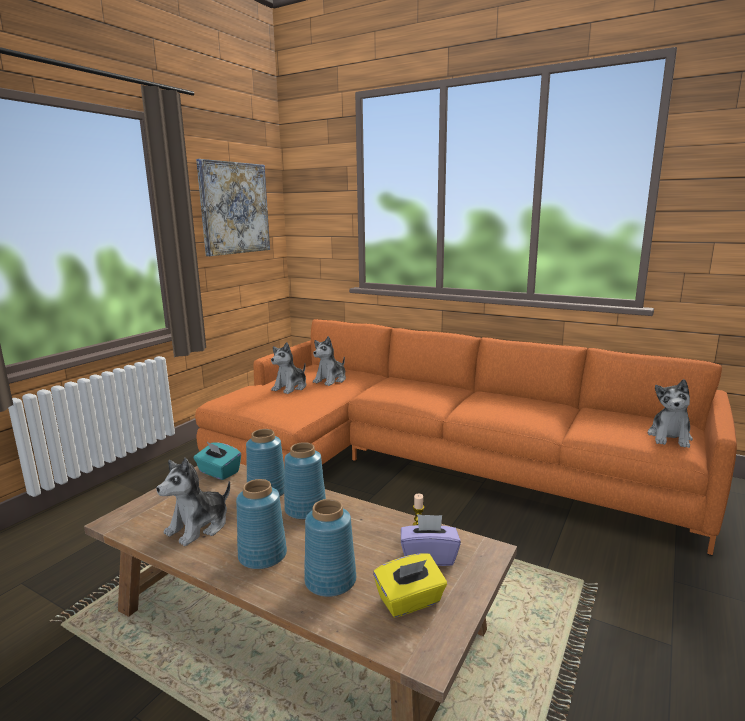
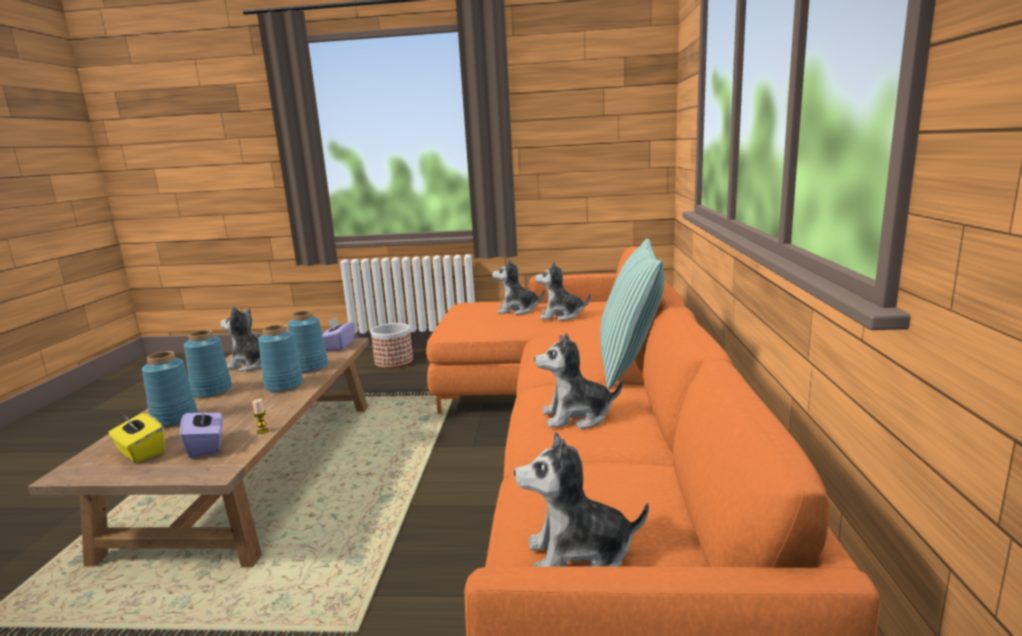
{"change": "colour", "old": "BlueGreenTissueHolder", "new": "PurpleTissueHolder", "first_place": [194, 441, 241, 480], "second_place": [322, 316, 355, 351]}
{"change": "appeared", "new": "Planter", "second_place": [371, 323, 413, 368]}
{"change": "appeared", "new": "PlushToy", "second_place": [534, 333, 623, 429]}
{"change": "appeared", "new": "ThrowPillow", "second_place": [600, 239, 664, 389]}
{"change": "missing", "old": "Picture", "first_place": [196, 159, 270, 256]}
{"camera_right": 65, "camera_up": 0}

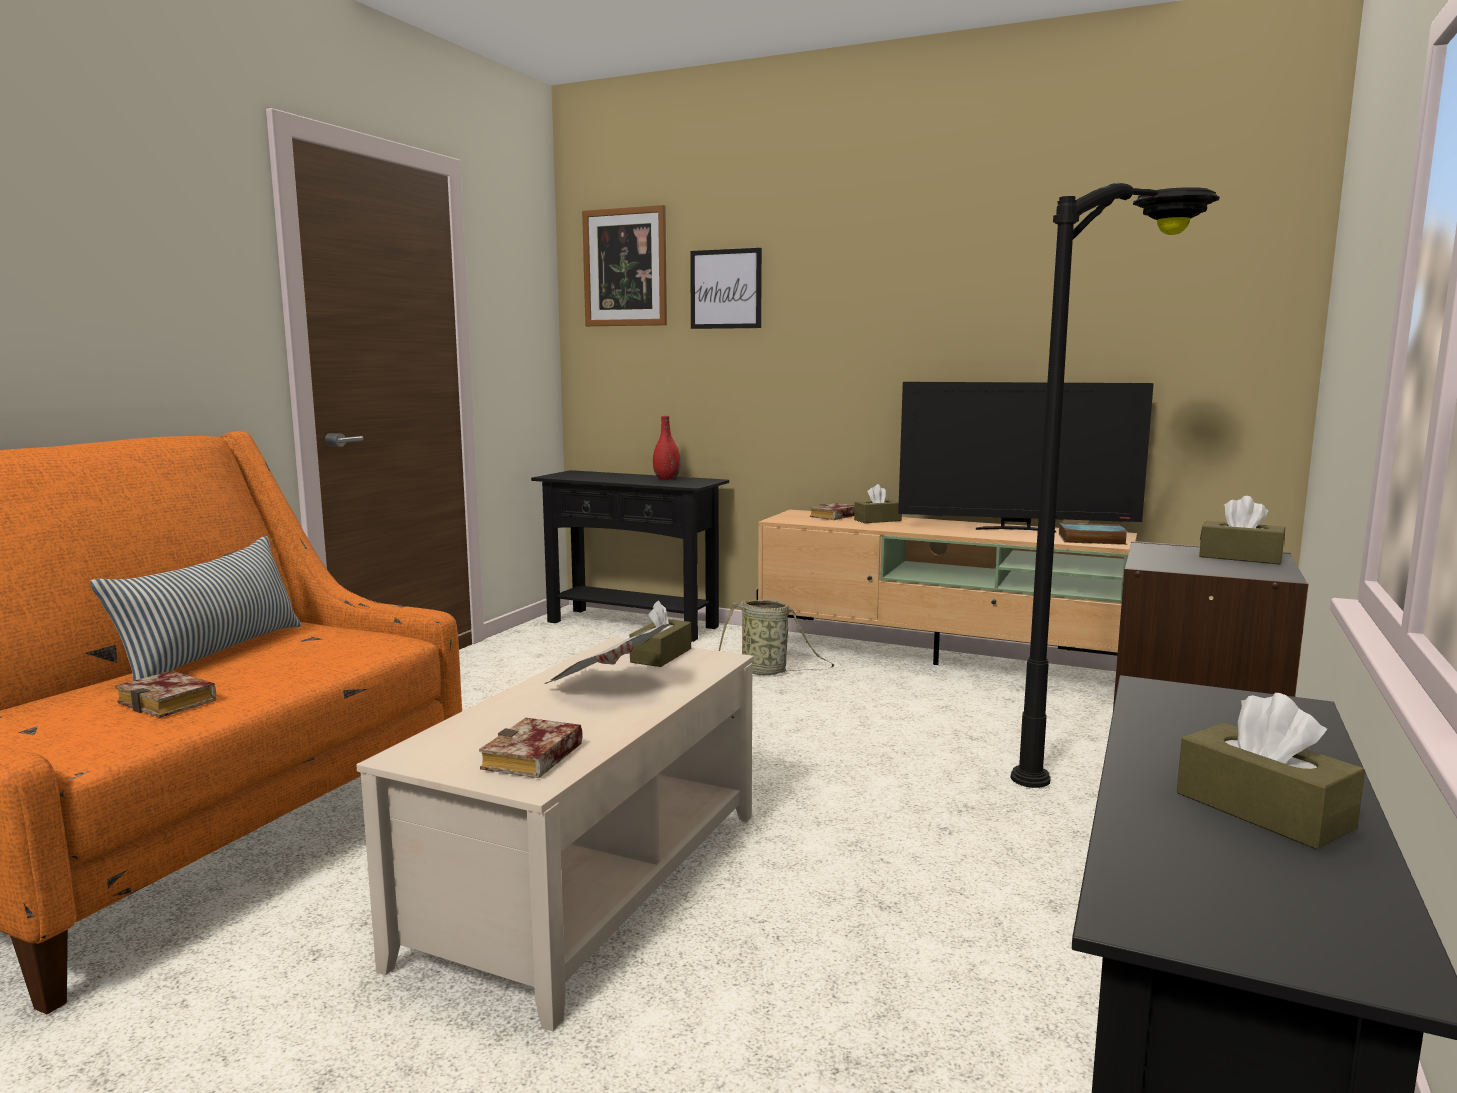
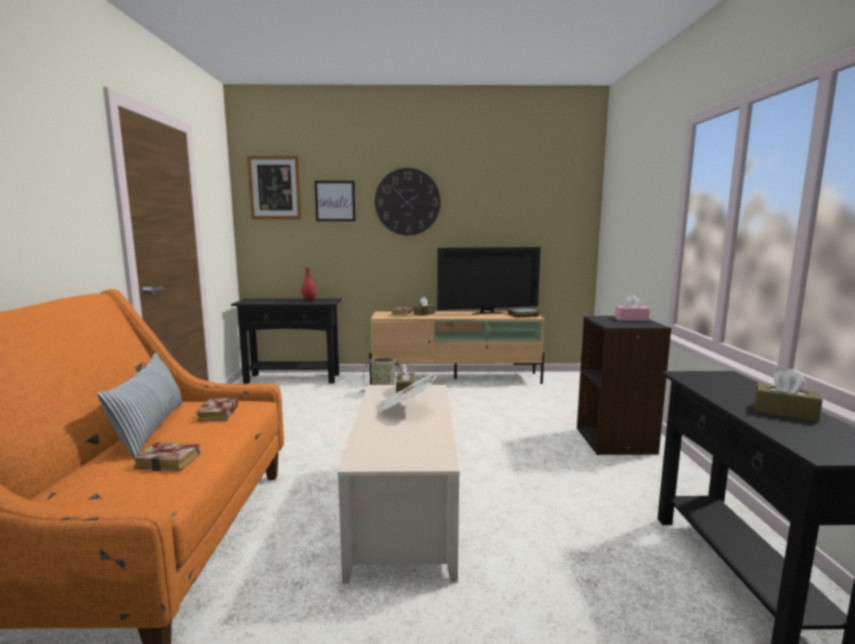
{"change": "relocated", "old": "BoundBook", "first_place": [479, 718, 583, 778], "second_place": [197, 398, 238, 421]}
{"change": "appeared", "new": "ClockOnTheWall", "second_place": [375, 168, 441, 236]}
{"change": "colour", "old": "BrownTissueHolder", "new": "PinkTissueHolder", "first_place": [1199, 496, 1285, 564], "second_place": [615, 295, 650, 321]}
{"change": "missing", "old": "BlackishStandingLamp", "first_place": [1011, 183, 1220, 788]}
{"camera_right": -25, "camera_up": 0}

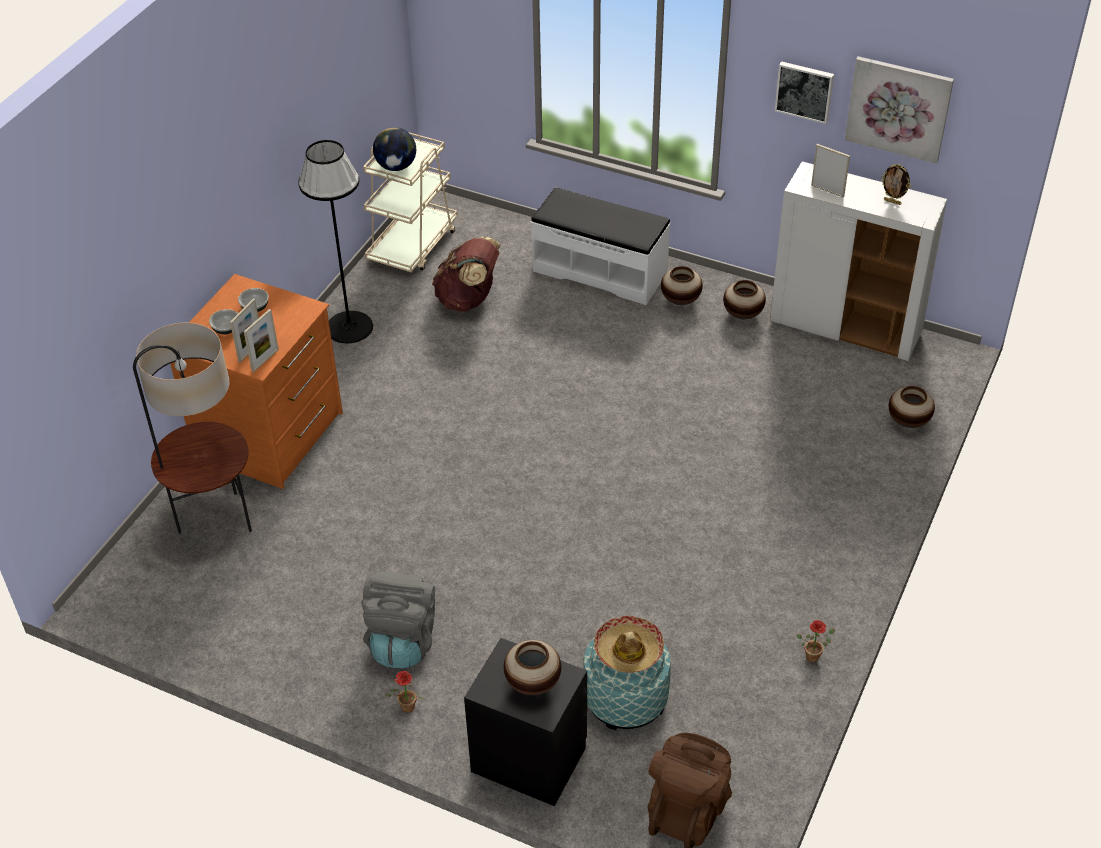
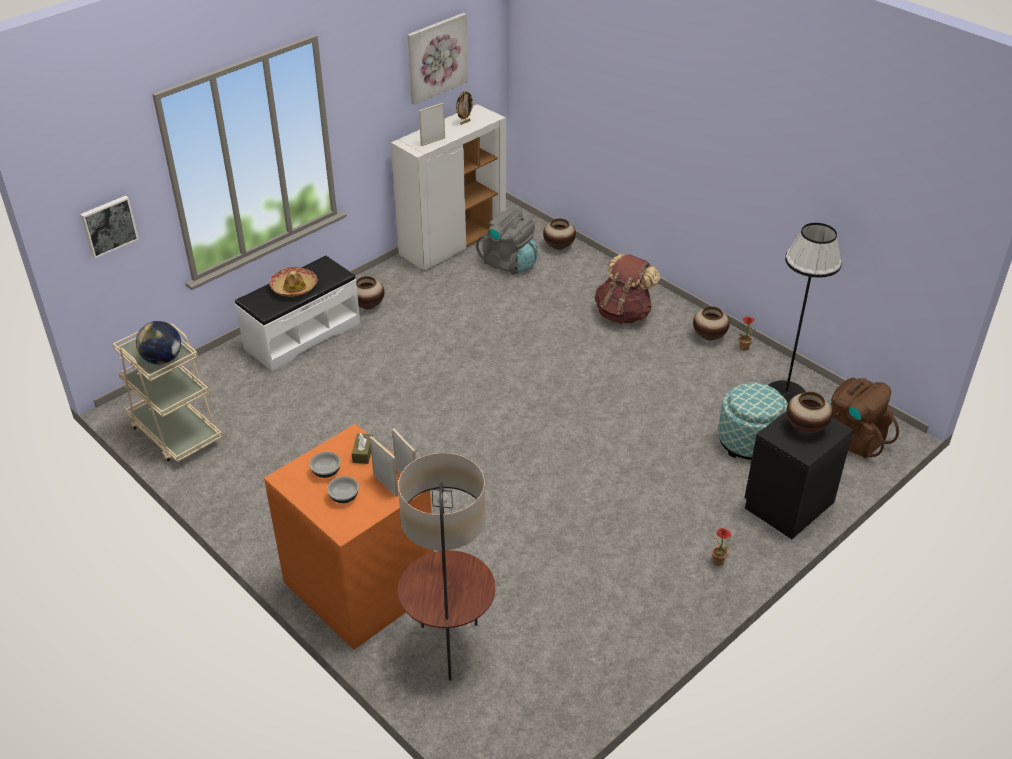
{"change": "relocated", "old": "Picture", "first_place": [774, 61, 834, 124], "second_place": [80, 196, 139, 258]}
{"change": "relocated", "old": "Hat", "first_place": [594, 616, 664, 673], "second_place": [269, 267, 318, 297]}
{"change": "appeared", "new": "BrownTissueHolder", "second_place": [352, 433, 373, 464]}
{"change": "relocated", "old": "GreyishRucksack", "first_place": [361, 572, 435, 669], "second_place": [476, 208, 537, 274]}
{"change": "relocated", "old": "BrownRucksack", "first_place": [432, 236, 501, 312], "second_place": [595, 254, 660, 324]}
{"change": "relocated", "old": "Vase", "first_place": [723, 280, 766, 320], "second_place": [693, 307, 730, 341]}
{"change": "relocated", "old": "BlackishStandingLamp", "first_place": [298, 140, 373, 343], "second_place": [768, 223, 842, 403]}
{"camera_right": -70, "camera_up": -5}

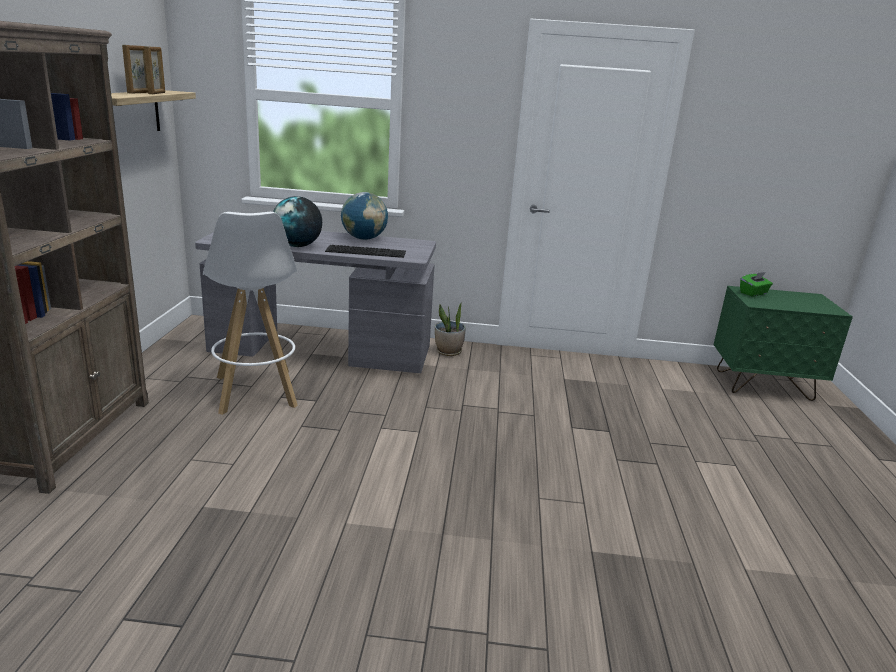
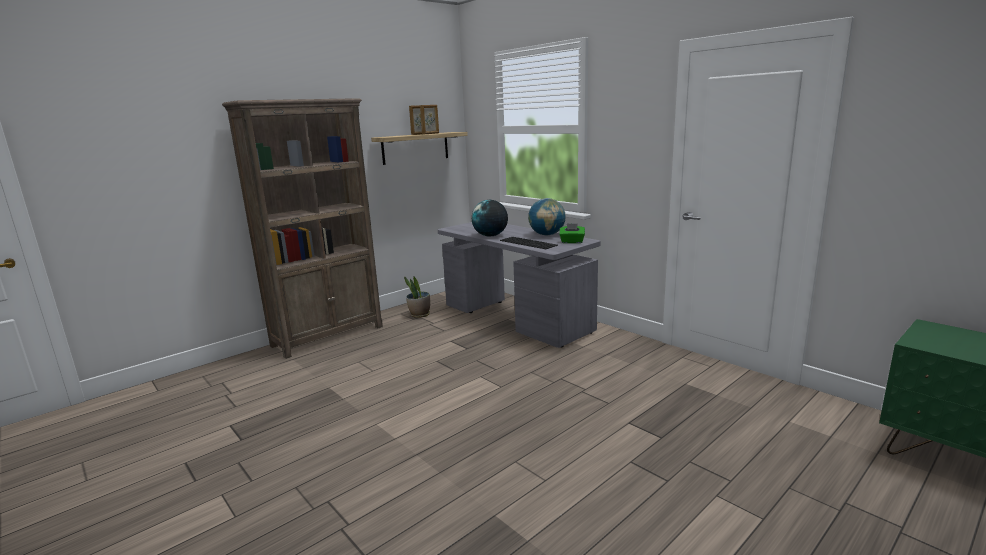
{"change": "relocated", "old": "Houseplant", "first_place": [435, 302, 466, 356], "second_place": [404, 276, 430, 318]}
{"change": "relocated", "old": "GreenTissueHolder", "first_place": [740, 272, 773, 297], "second_place": [559, 223, 585, 243]}
{"change": "missing", "old": "WhiteColouredSittingStool", "first_place": [203, 212, 298, 415]}
{"camera_right": 45, "camera_up": -5}

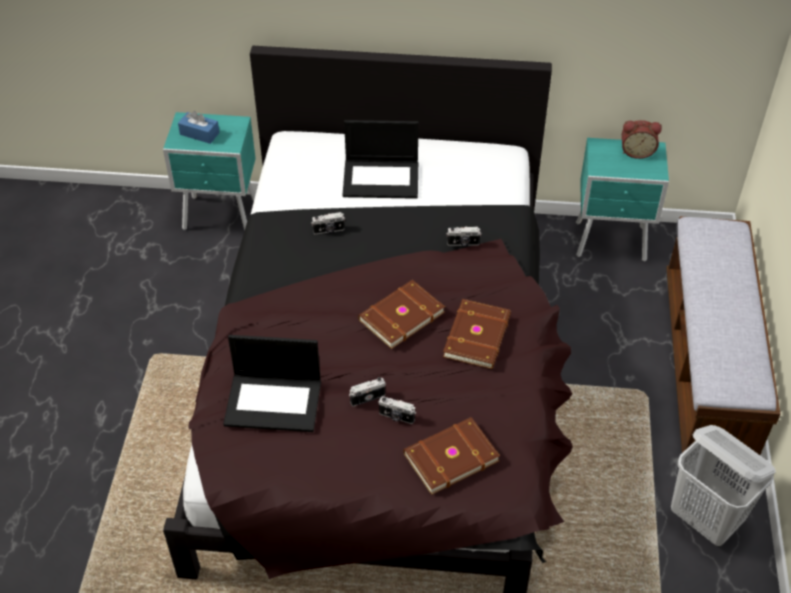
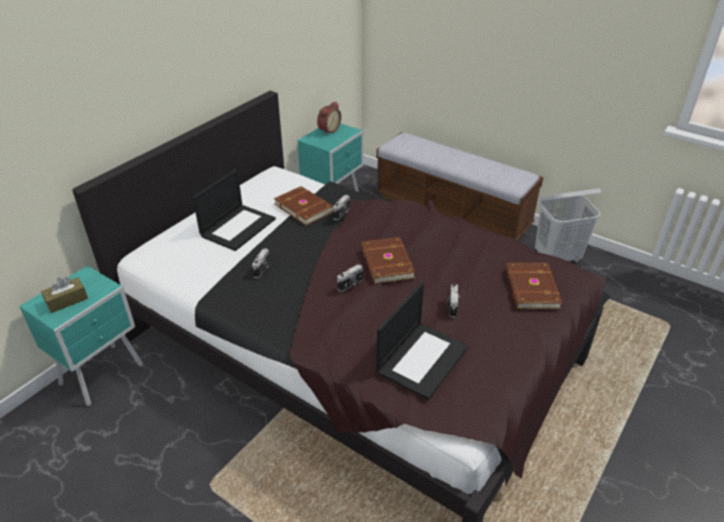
{"change": "colour", "old": "BlueColouredTissueHolder", "new": "BrownTissueHolder", "first_place": [178, 111, 220, 144], "second_place": [41, 277, 88, 313]}
{"change": "relocated", "old": "BrownBoundBook", "first_place": [443, 299, 511, 369], "second_place": [274, 186, 333, 226]}
{"change": "relocated", "old": "PhotoCamera", "first_place": [378, 396, 416, 424], "second_place": [337, 264, 363, 292]}
{"camera_right": -60, "camera_up": -10}

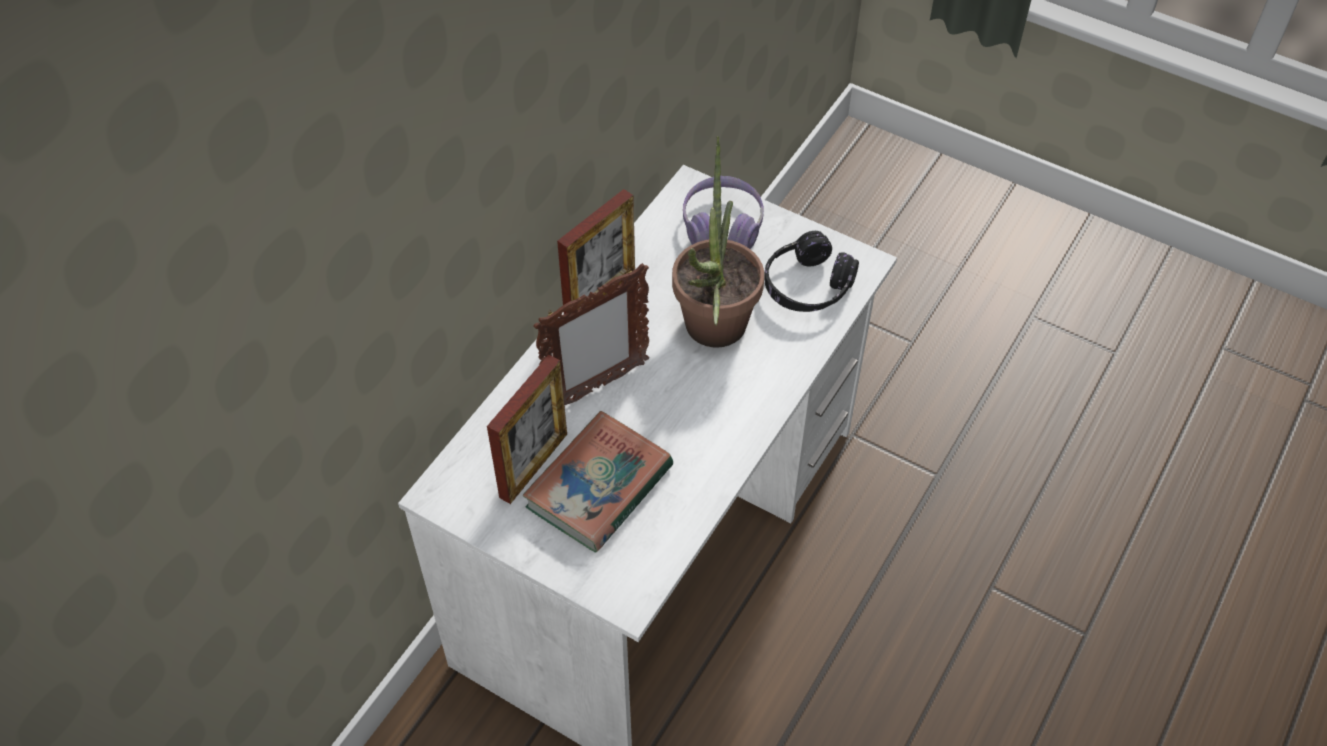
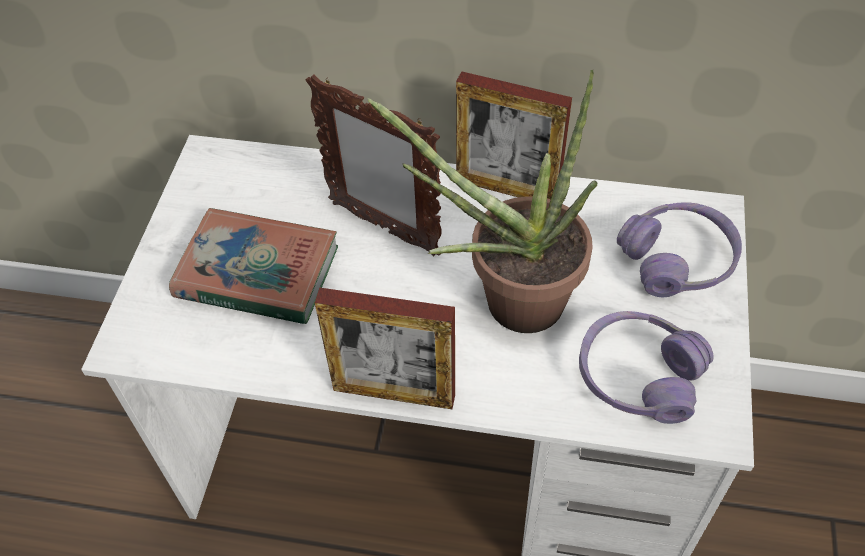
{"change": "relocated", "old": "PhotoFrame", "first_place": [487, 355, 567, 504], "second_place": [315, 287, 455, 409]}
{"change": "colour", "old": "BlackishHeadphones", "new": "PurpleHeadphones", "first_place": [764, 231, 859, 312], "second_place": [579, 311, 713, 424]}
{"camera_right": 70, "camera_up": 0}

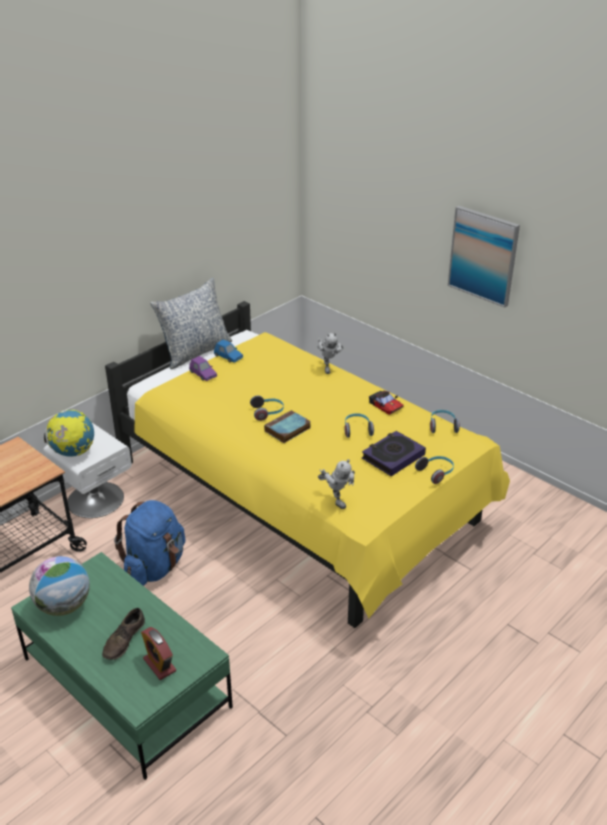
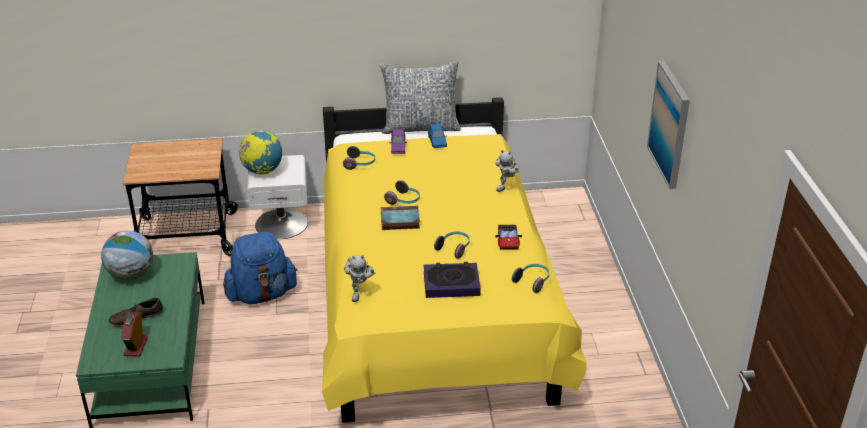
{"change": "relocated", "old": "Headphones", "first_place": [415, 456, 454, 484], "second_place": [343, 146, 375, 170]}
{"camera_right": 40, "camera_up": 0}

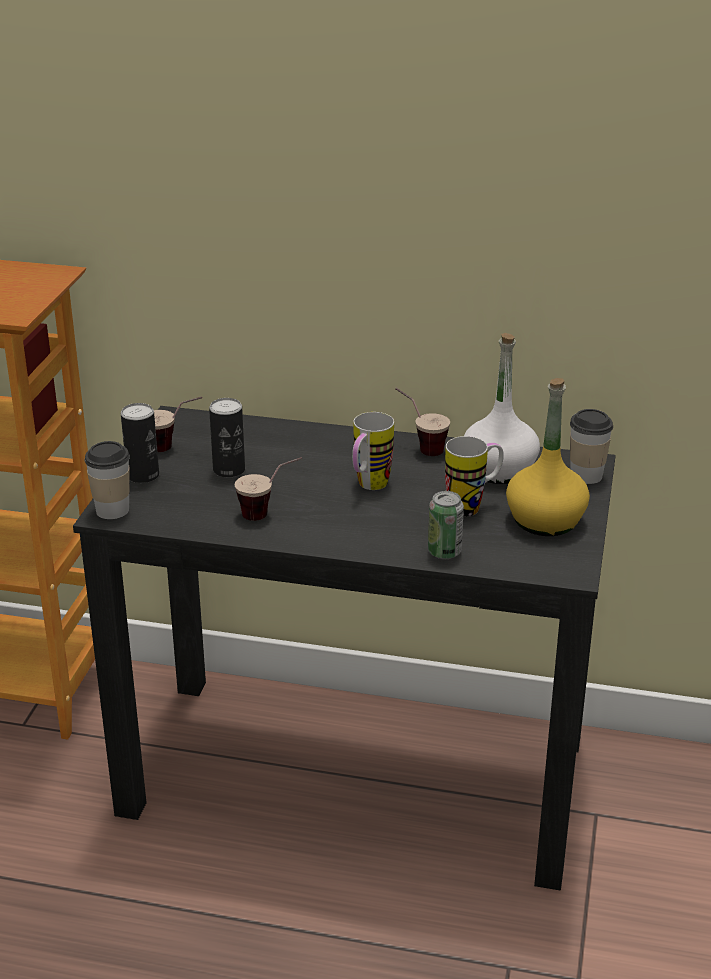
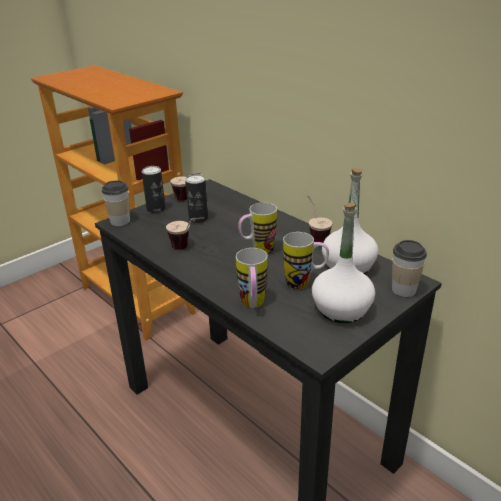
{"change": "exchanged", "old": "Can", "new": "Mug", "first_place": [428, 491, 464, 559], "second_place": [236, 248, 268, 308]}
{"change": "colour", "old": "YellowBottle", "new": "WhiteColouredBottle", "first_place": [506, 378, 590, 536], "second_place": [312, 203, 375, 323]}
{"camera_right": 35, "camera_up": 0}

